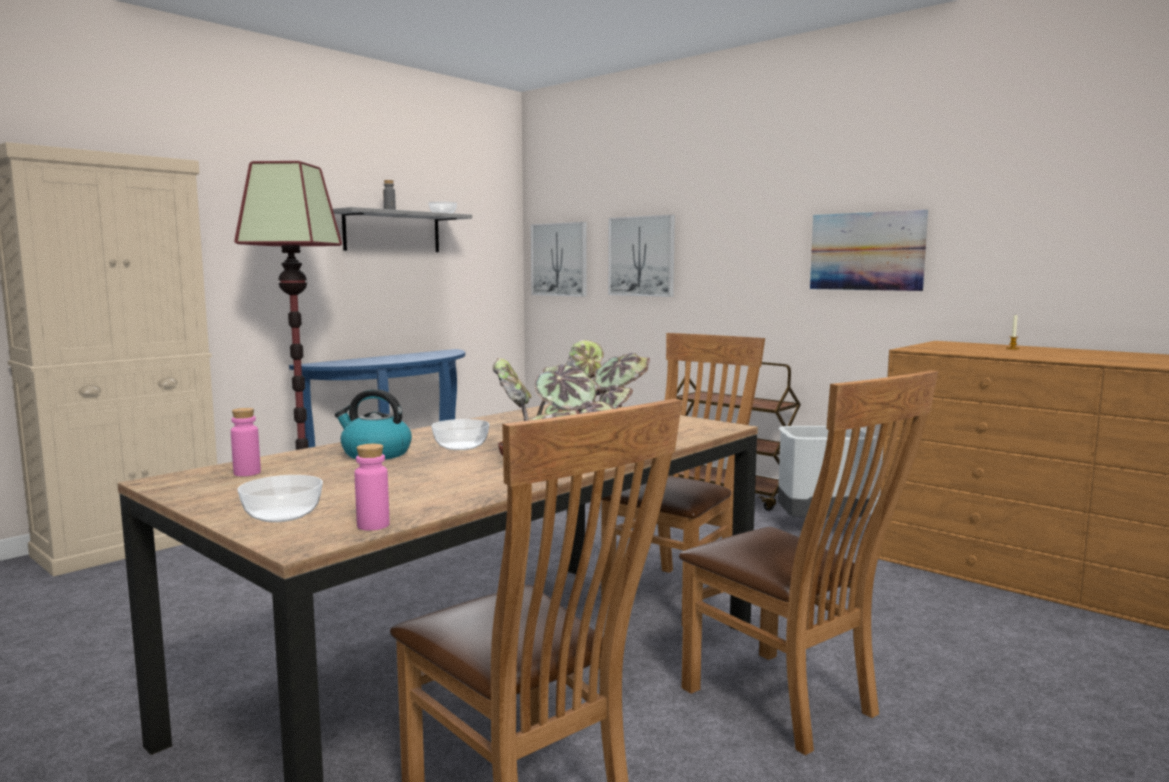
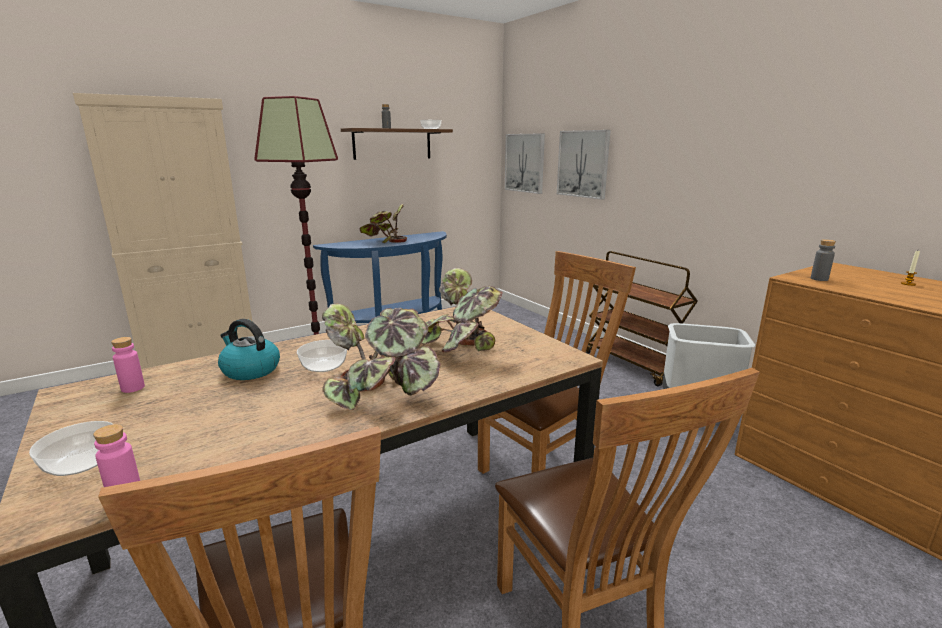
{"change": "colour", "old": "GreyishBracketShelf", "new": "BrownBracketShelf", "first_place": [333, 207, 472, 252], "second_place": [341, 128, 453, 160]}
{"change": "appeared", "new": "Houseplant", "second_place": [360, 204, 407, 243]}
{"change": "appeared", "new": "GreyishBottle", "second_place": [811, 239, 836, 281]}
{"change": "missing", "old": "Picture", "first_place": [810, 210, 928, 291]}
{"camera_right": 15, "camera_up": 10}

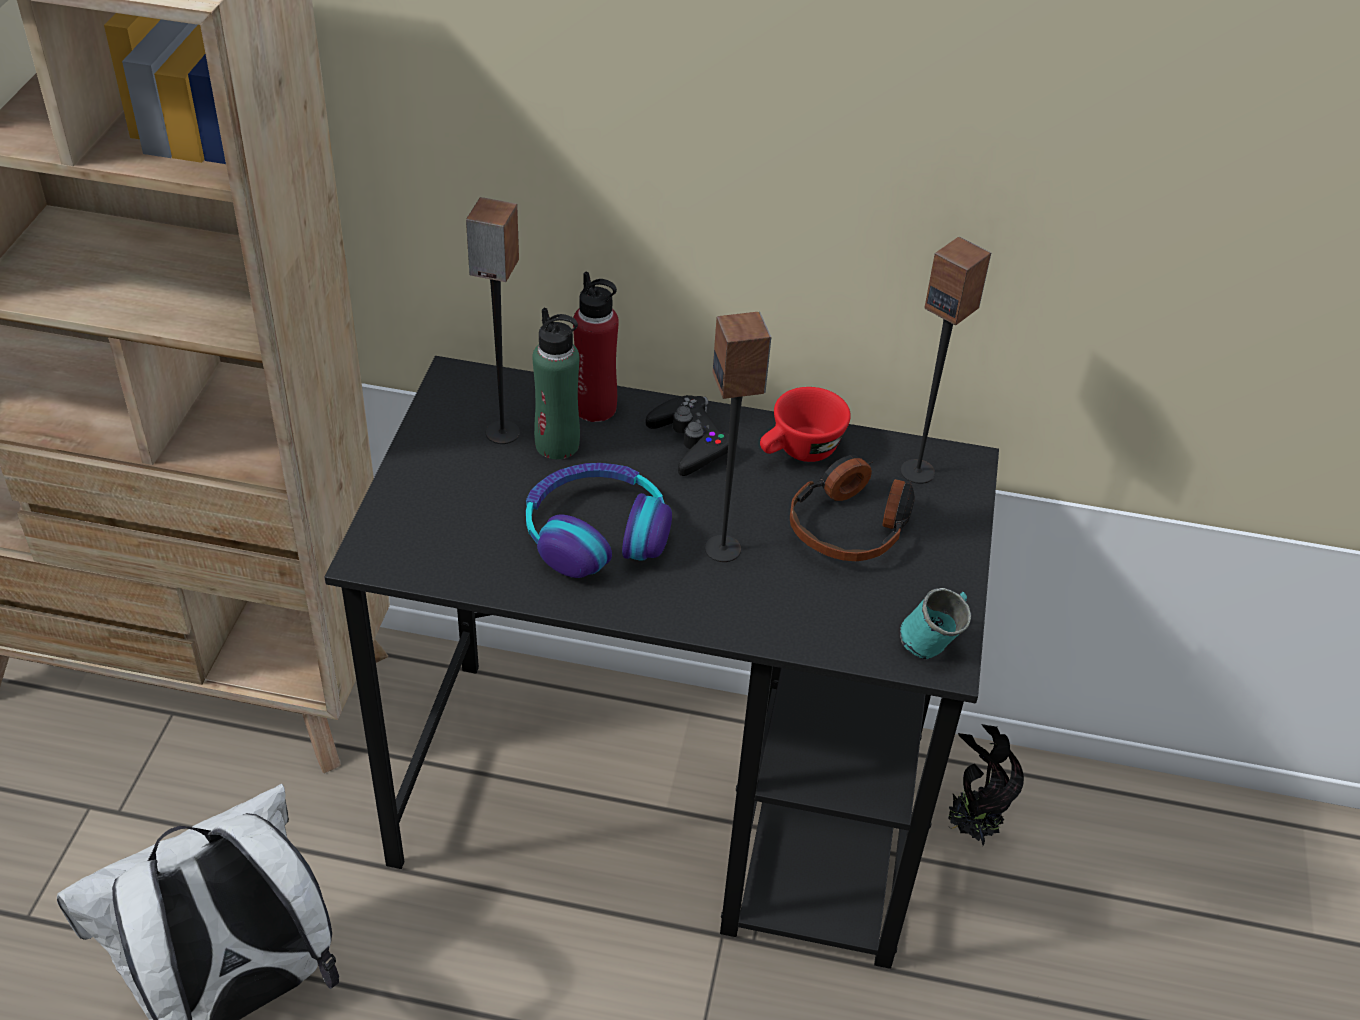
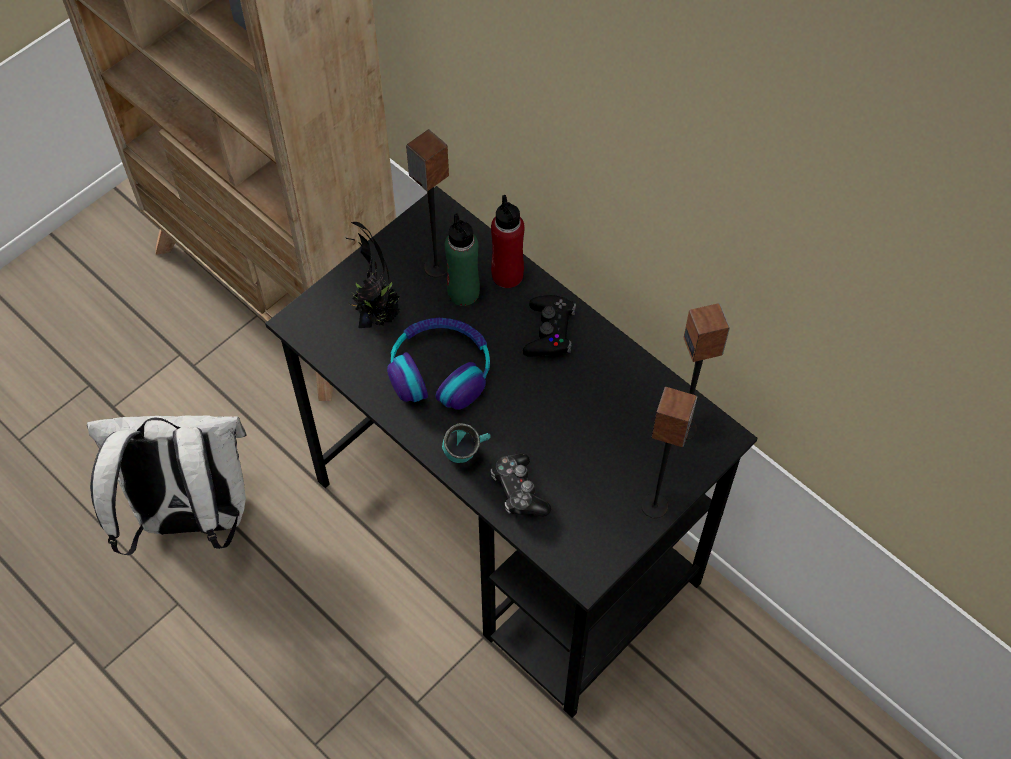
{"change": "relocated", "old": "Houseplant", "first_place": [948, 724, 1024, 846], "second_place": [346, 222, 400, 328]}
{"change": "relocated", "old": "BlueGreenMug", "first_place": [900, 588, 971, 659], "second_place": [442, 423, 491, 463]}
{"change": "appeared", "new": "Gamepad", "second_place": [491, 454, 551, 517]}
{"change": "relocated", "old": "Loudspeaker", "first_place": [705, 312, 771, 562], "second_place": [641, 387, 698, 518]}
{"change": "missing", "old": "RedSmallCup", "first_place": [760, 387, 851, 462]}
{"change": "missing", "old": "Headphones", "first_place": [790, 455, 915, 561]}
{"camera_right": 35, "camera_up": 15}

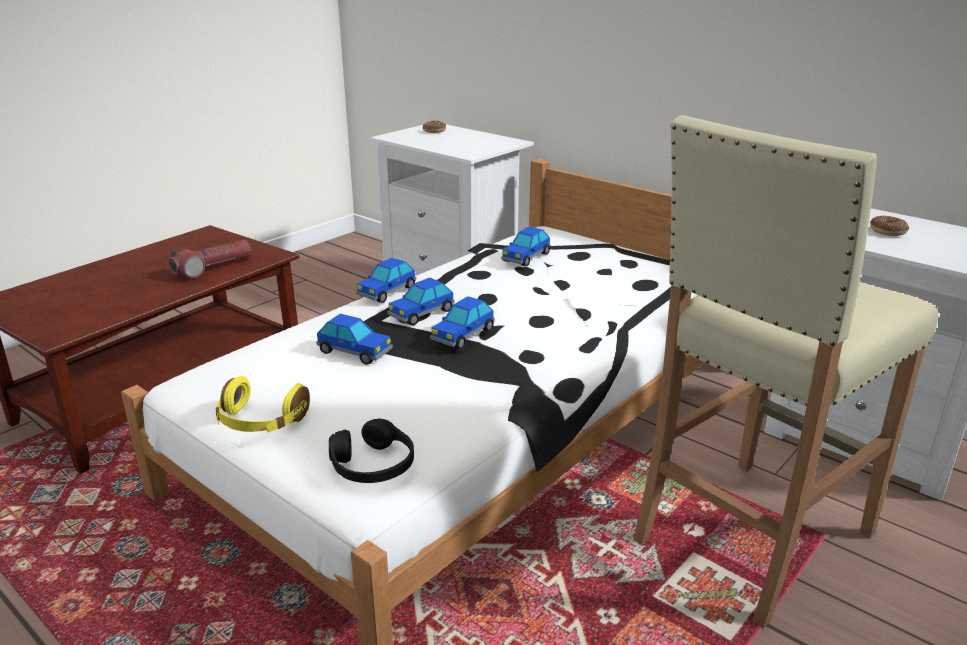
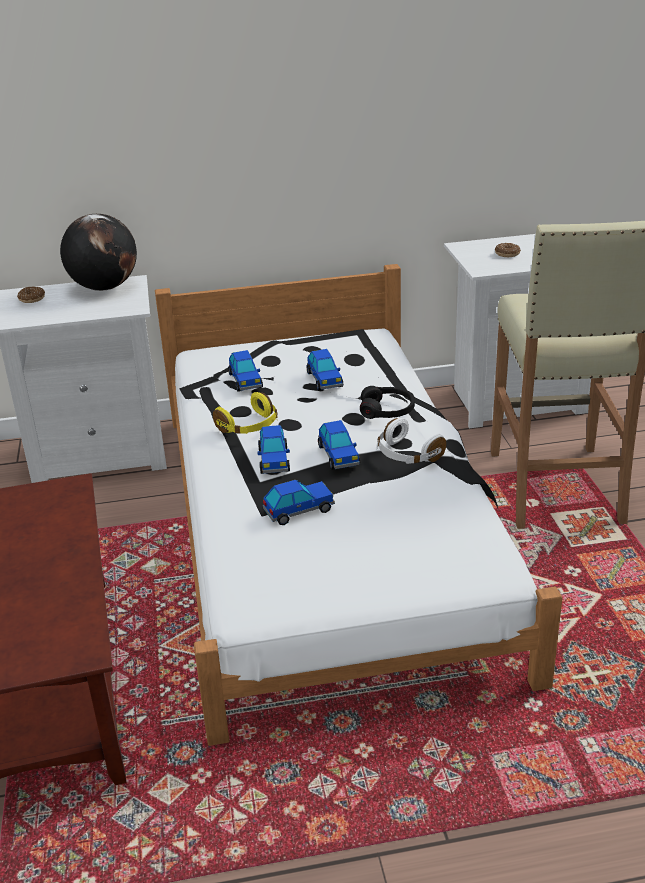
{"change": "appeared", "new": "DeskGlobe", "second_place": [60, 214, 137, 291]}
{"change": "relocated", "old": "YellowHeadphones", "first_place": [216, 376, 310, 432], "second_place": [213, 392, 277, 434]}
{"change": "relocated", "old": "ModelCar", "first_place": [356, 258, 416, 303], "second_place": [306, 349, 343, 391]}
{"change": "relocated", "old": "BlackishHeadphones", "first_place": [329, 419, 414, 483], "second_place": [360, 386, 415, 419]}
{"change": "appeared", "new": "WhiteColouredHeadphones", "second_place": [377, 418, 446, 464]}
{"change": "missing", "old": "Flashlight", "first_place": [168, 240, 251, 278]}
{"camera_right": -50, "camera_up": 5}

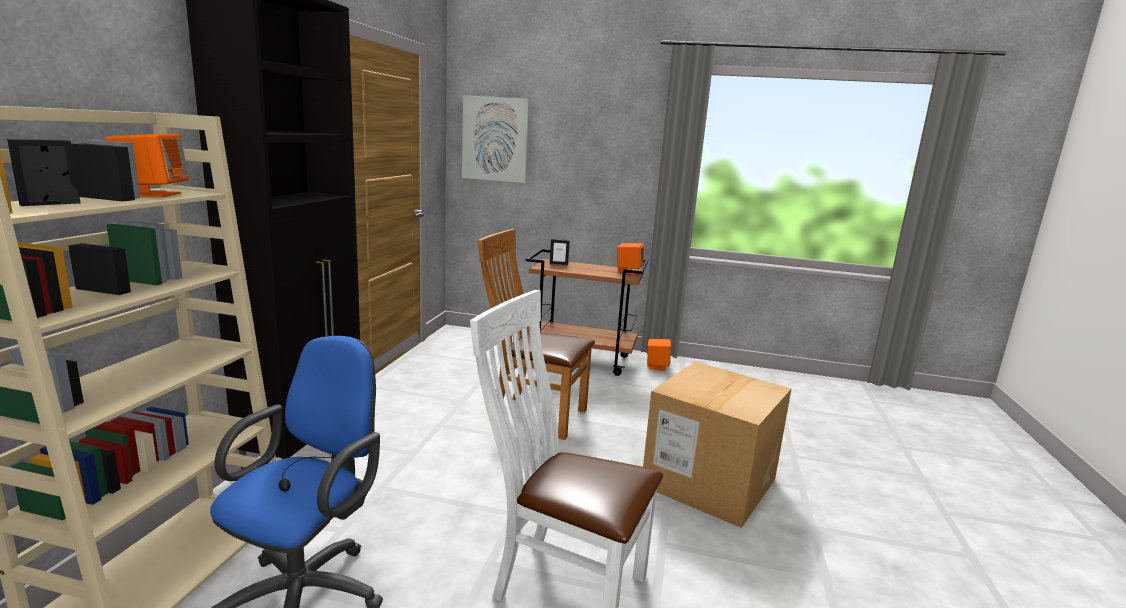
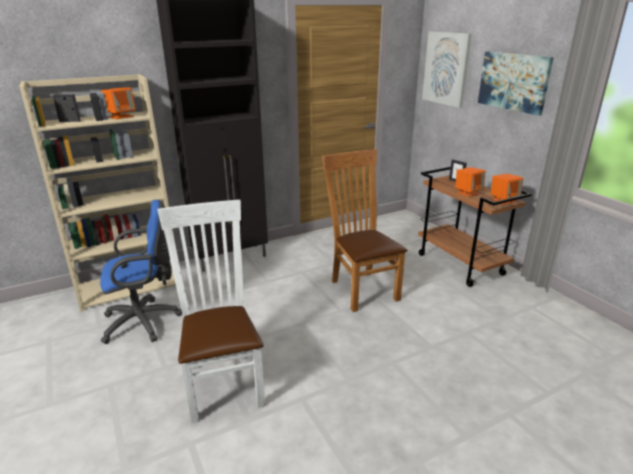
{"change": "relocated", "old": "OrangeLoudspeaker", "first_place": [647, 339, 671, 371], "second_place": [455, 167, 485, 197]}
{"change": "appeared", "new": "Picture", "second_place": [478, 51, 554, 116]}
{"change": "missing", "old": "PackingBox", "first_place": [643, 362, 791, 528]}
{"camera_right": 50, "camera_up": 10}

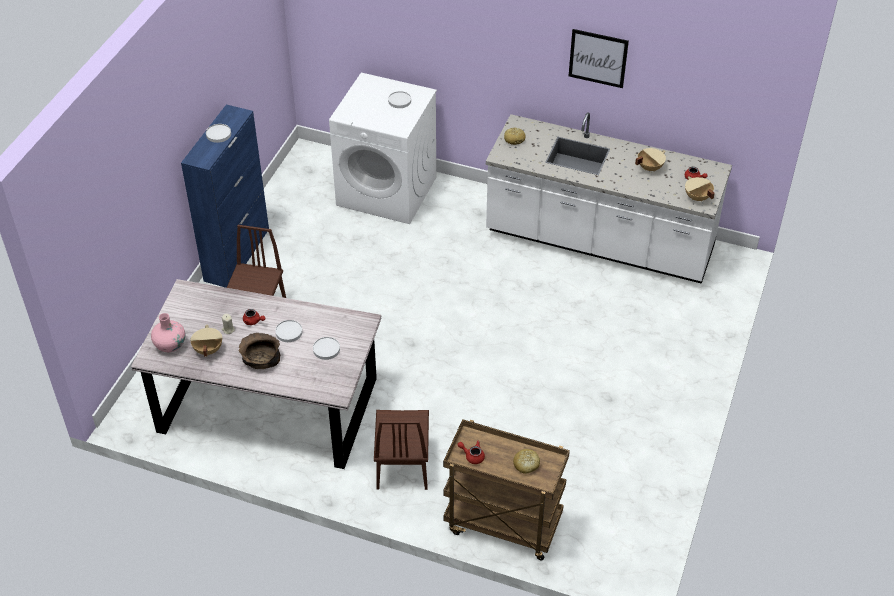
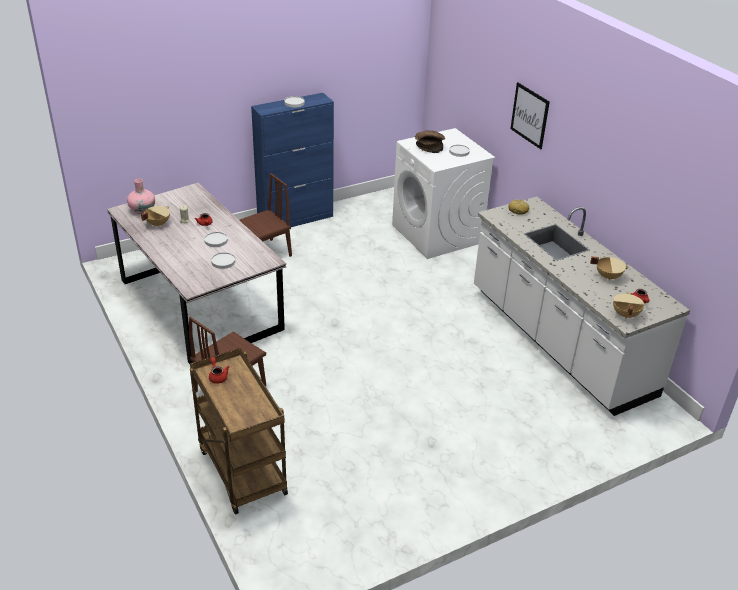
{"change": "relocated", "old": "BrownDeepDish", "first_place": [239, 333, 281, 369], "second_place": [415, 130, 445, 153]}
{"change": "relocated", "old": "Picture", "first_place": [569, 29, 629, 88], "second_place": [510, 82, 550, 149]}
{"change": "missing", "old": "Bread", "first_place": [513, 449, 540, 474]}
{"camera_right": 40, "camera_up": -10}

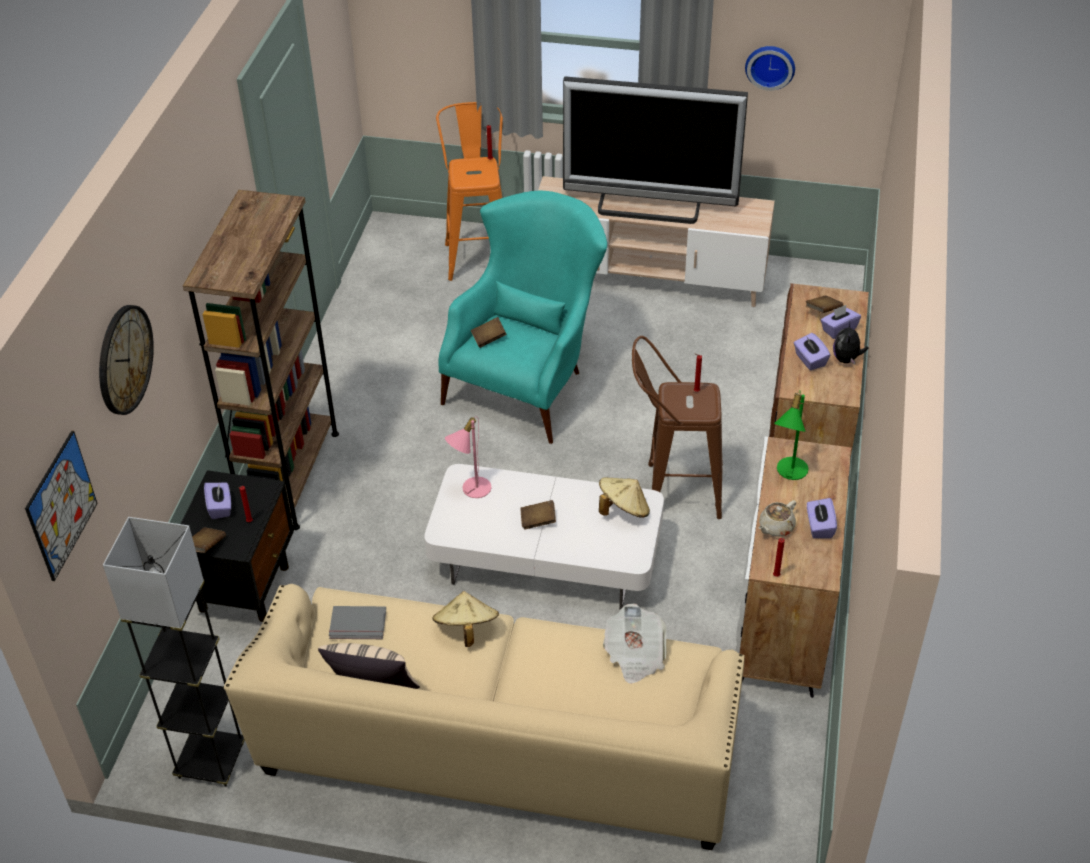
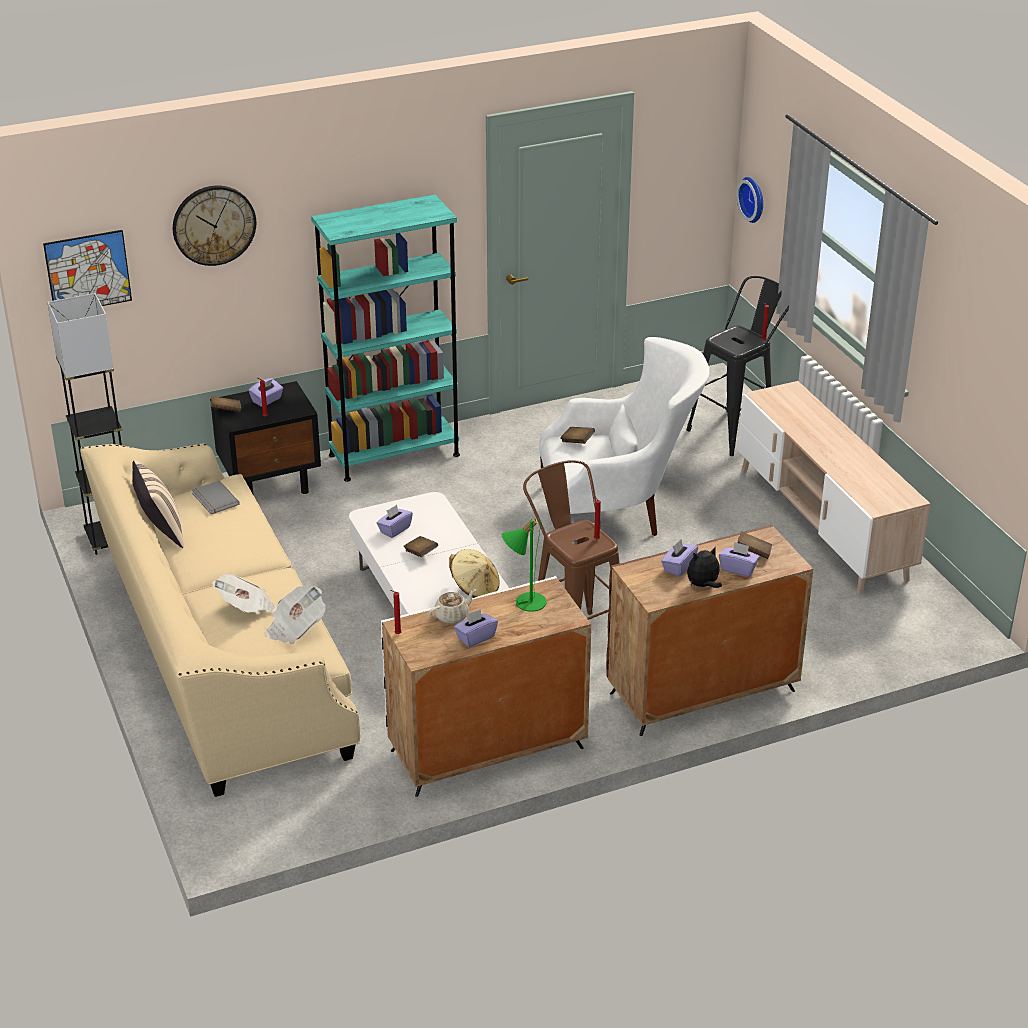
{"change": "appeared", "new": "Newspaper", "second_place": [212, 574, 276, 614]}
{"change": "colour", "old": "BrownBookshelf", "new": "BlueGreenBookshelf", "first_place": [183, 190, 339, 530], "second_place": [311, 194, 460, 482]}
{"change": "appeared", "new": "PurpleTissueHolder", "second_place": [377, 505, 413, 538]}
{"change": "spun", "old": "SandColouredPotForTea", "first_place": [758, 500, 796, 537], "second_place": [429, 589, 476, 624], "degrees": 135}
{"change": "colour", "old": "BlueGreenEasyChair", "new": "WhiteColouredEasyChair", "first_place": [438, 190, 607, 444], "second_place": [539, 337, 710, 536]}
{"change": "colour", "old": "OrangeSittingStool", "new": "BlackishSittingStool", "first_place": [436, 102, 503, 281], "second_place": [686, 276, 789, 456]}
{"change": "relocated", "old": "ClockOnTheWall", "first_place": [745, 46, 795, 91], "second_place": [736, 177, 763, 223]}
{"change": "missing", "old": "SandColouredHat", "first_place": [432, 591, 499, 647]}
{"change": "missing", "old": "PinkLampForATable", "first_place": [445, 417, 492, 498]}
{"change": "missing", "old": "Tv", "first_place": [563, 76, 748, 224]}
{"camera_right": 55, "camera_up": -10}

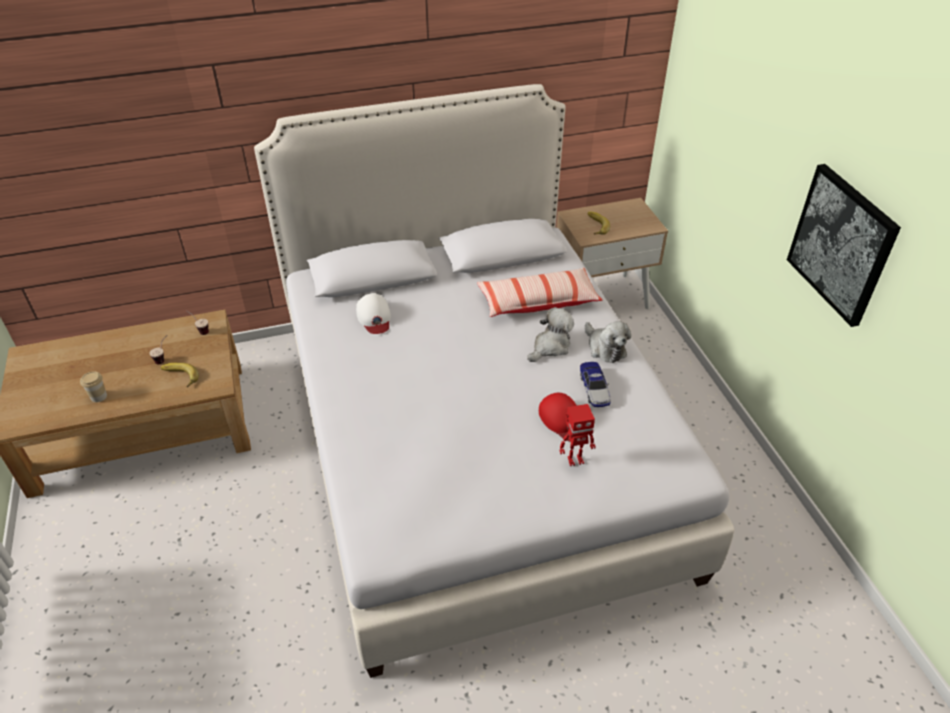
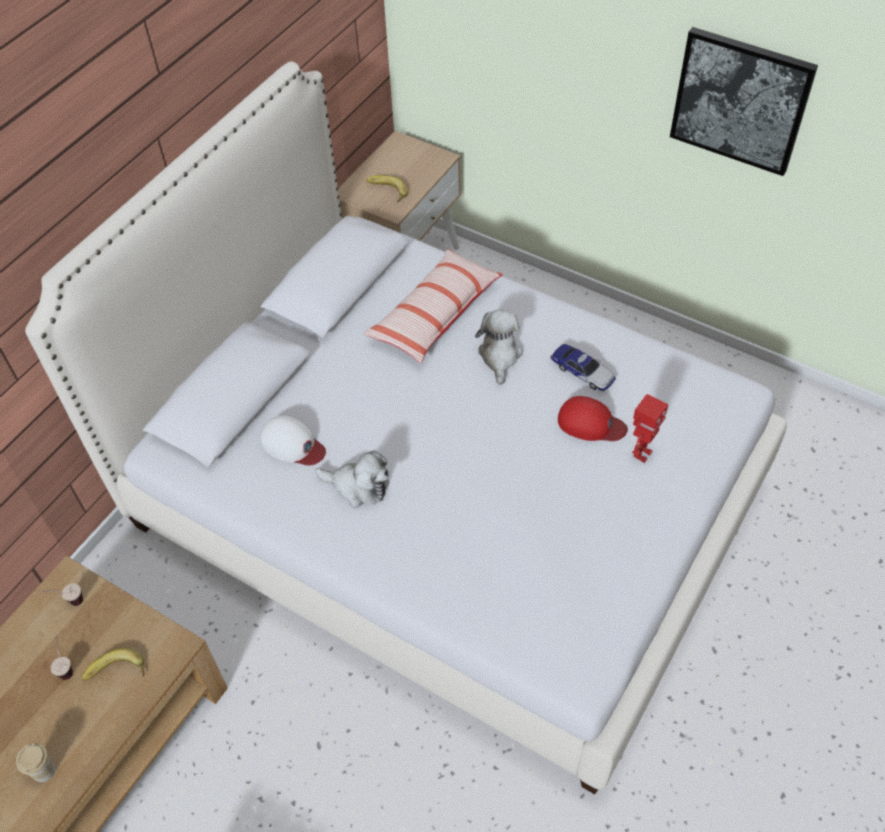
{"change": "relocated", "old": "PlushToy", "first_place": [585, 321, 631, 363], "second_place": [315, 450, 389, 508]}
{"camera_right": -40, "camera_up": 10}

